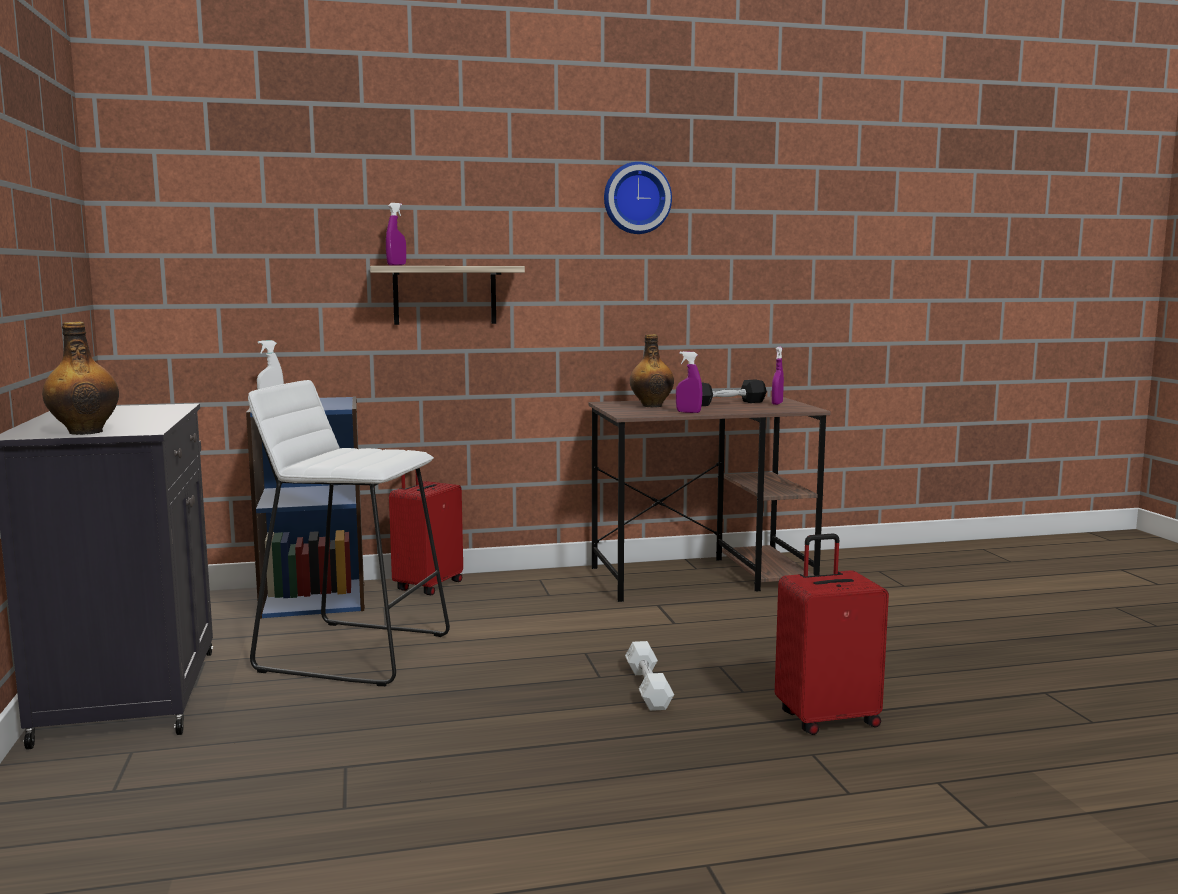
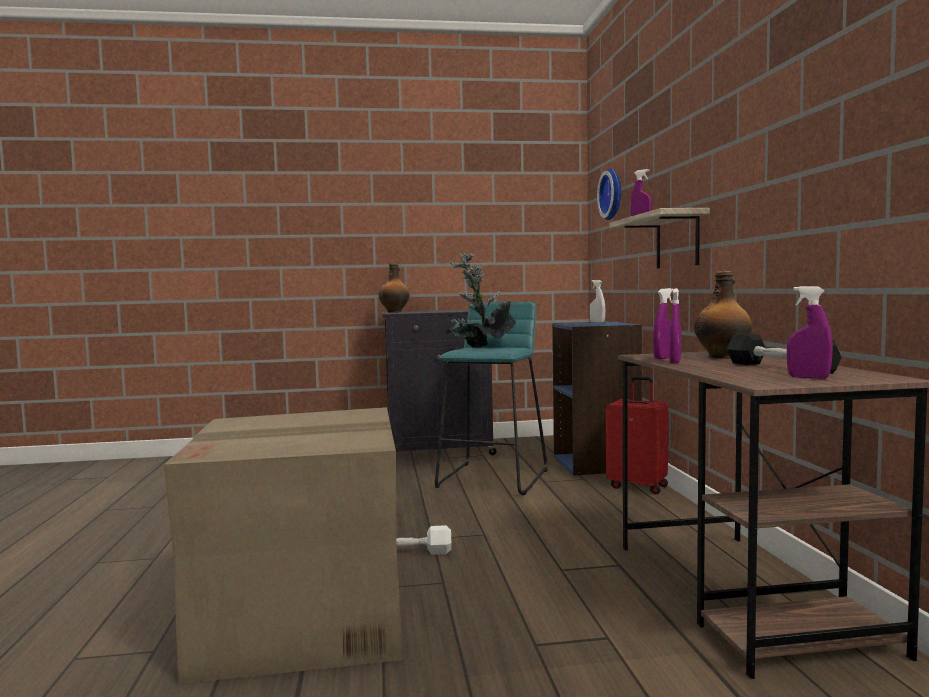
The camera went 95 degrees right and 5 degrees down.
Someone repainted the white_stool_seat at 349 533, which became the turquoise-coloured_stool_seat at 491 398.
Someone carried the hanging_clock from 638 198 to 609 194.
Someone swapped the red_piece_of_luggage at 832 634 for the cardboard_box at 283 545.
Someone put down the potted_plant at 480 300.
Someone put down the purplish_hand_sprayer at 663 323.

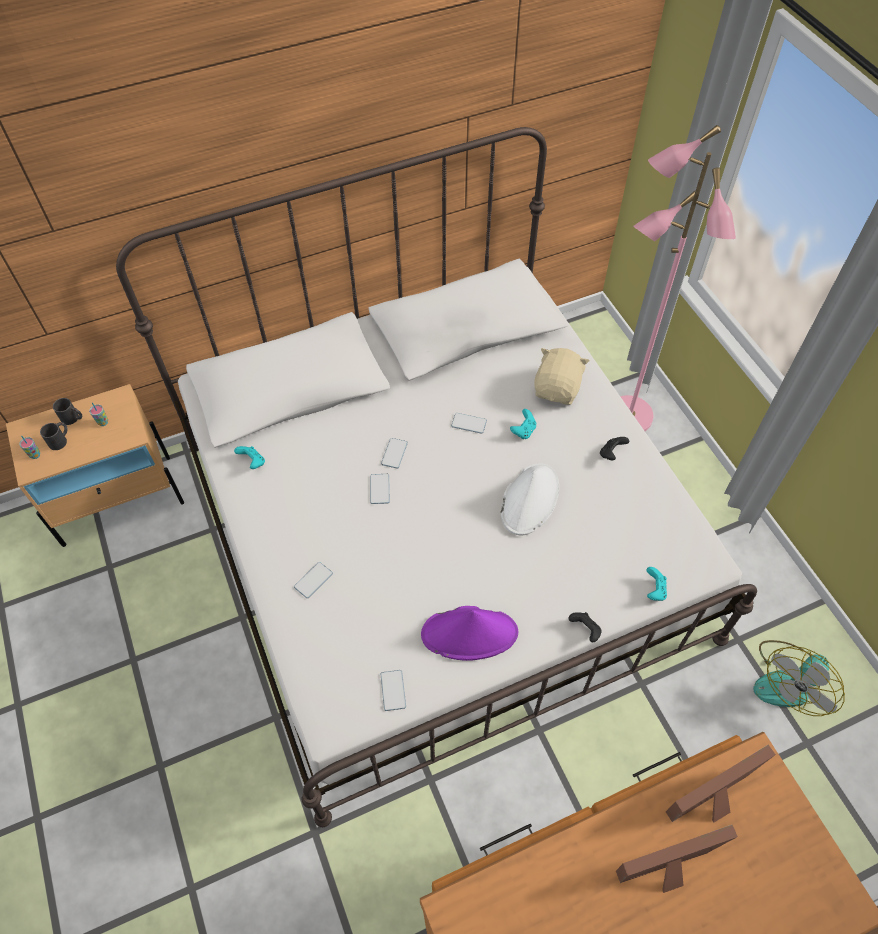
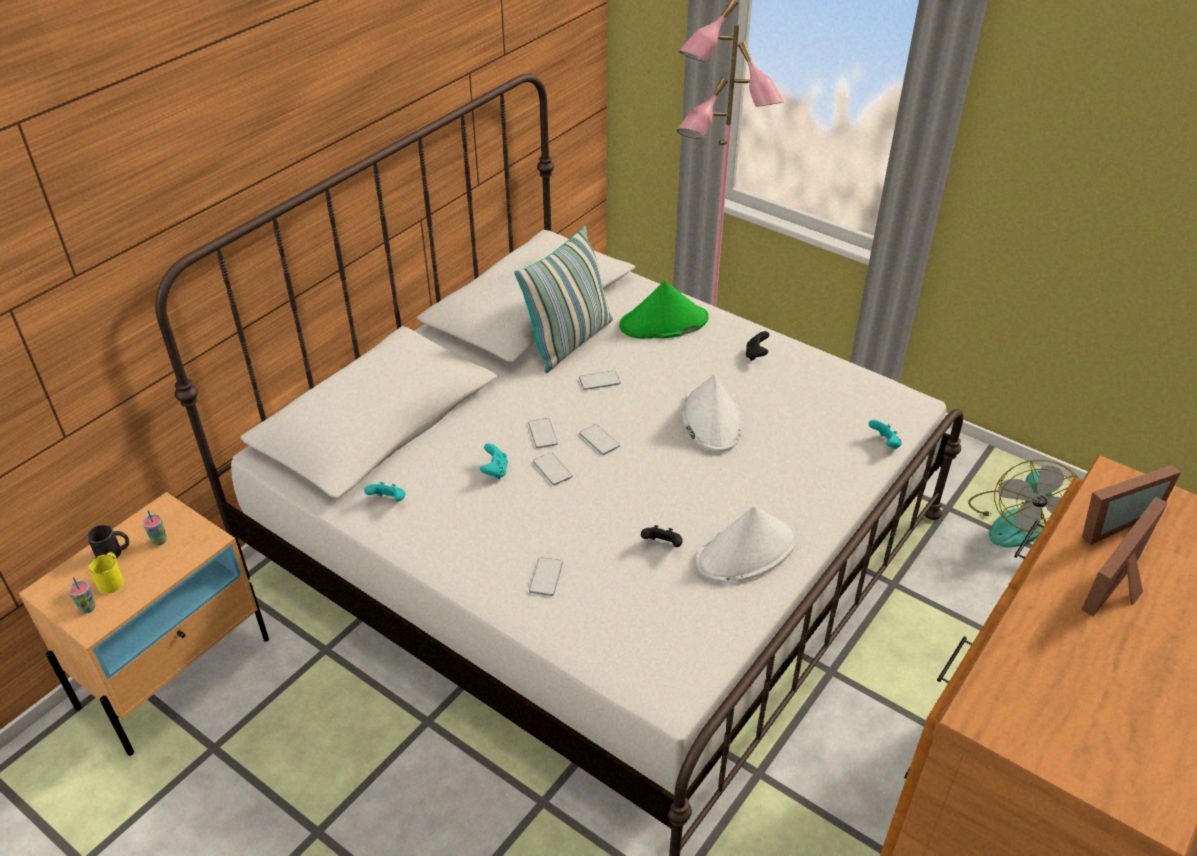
The camera went 30 degrees left and 15 degrees down.
Someone repainted the black_mug at 54 436, which became the yellow_mug at 106 573.
Someone carried the handset from 393 690 to 599 439.
Someone repainted the purplish_hat at 469 633, which became the white_hat at 746 543.
Someone carried the turquoise-coloured_game_controller from 523 424 to 494 461.
Someone swapped the beige-coloured_soft_toy at 561 376 for the green-coloured_hat at 664 310.
Someone carried the black_game_controller from 585 627 to 662 536.
Someone rotated the photo_frame at 721 784 by 150 degrees counterclockwise.
Someone put down the pillow at 563 299.

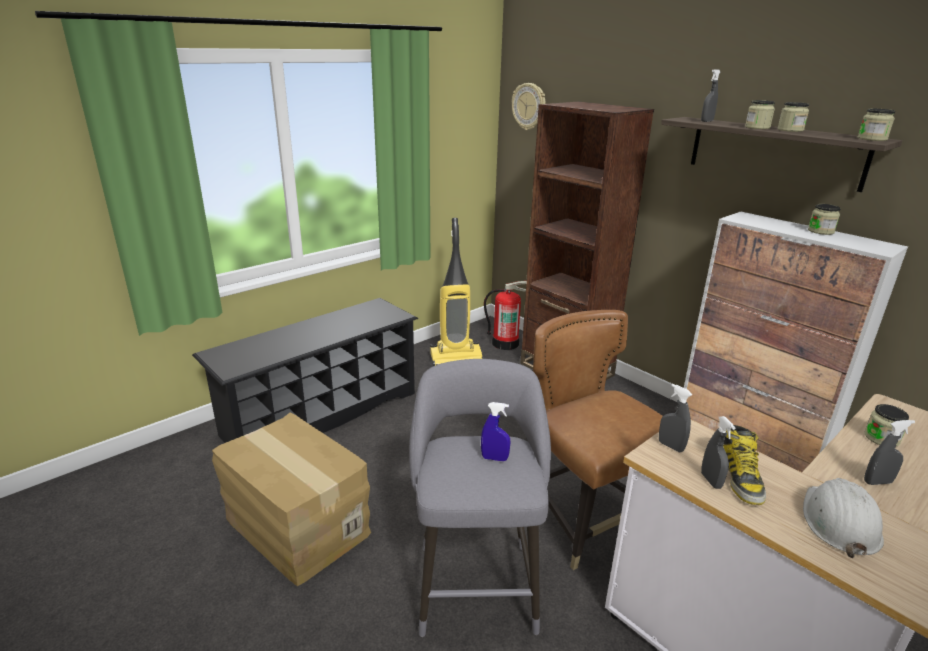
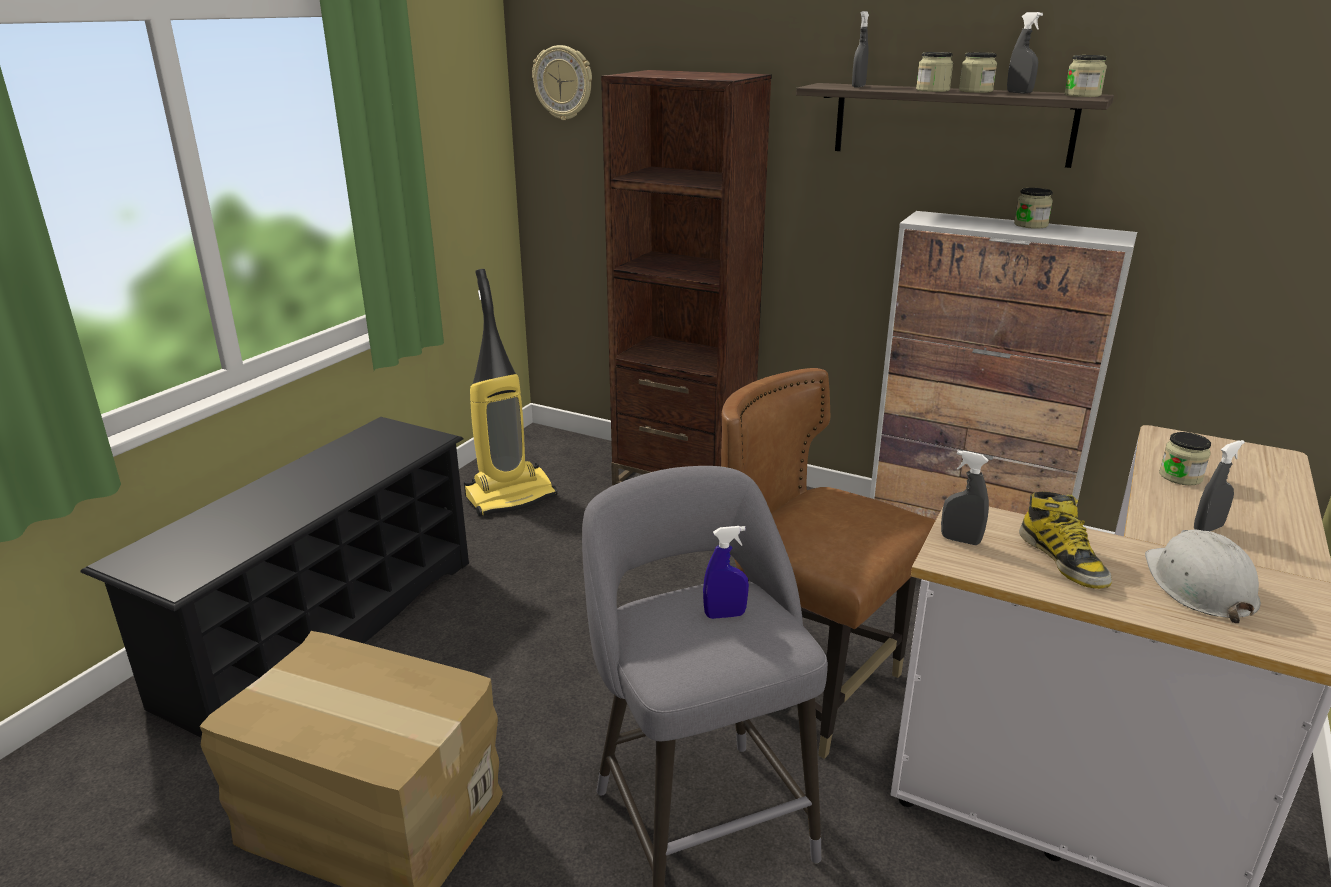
The camera went 20 degrees left and 0 degrees up.
Someone took away the extinguisher at 505 315.
Someone carried the gray_hand_sprayer from 718 452 to 1025 53.

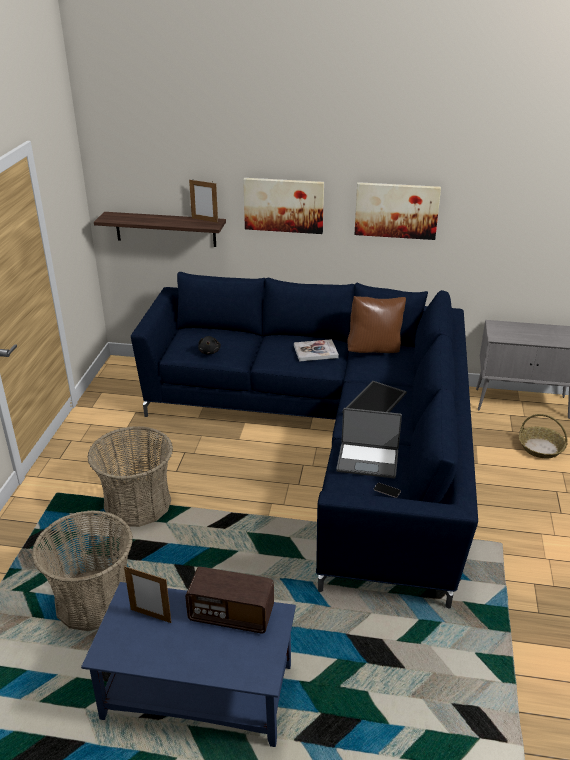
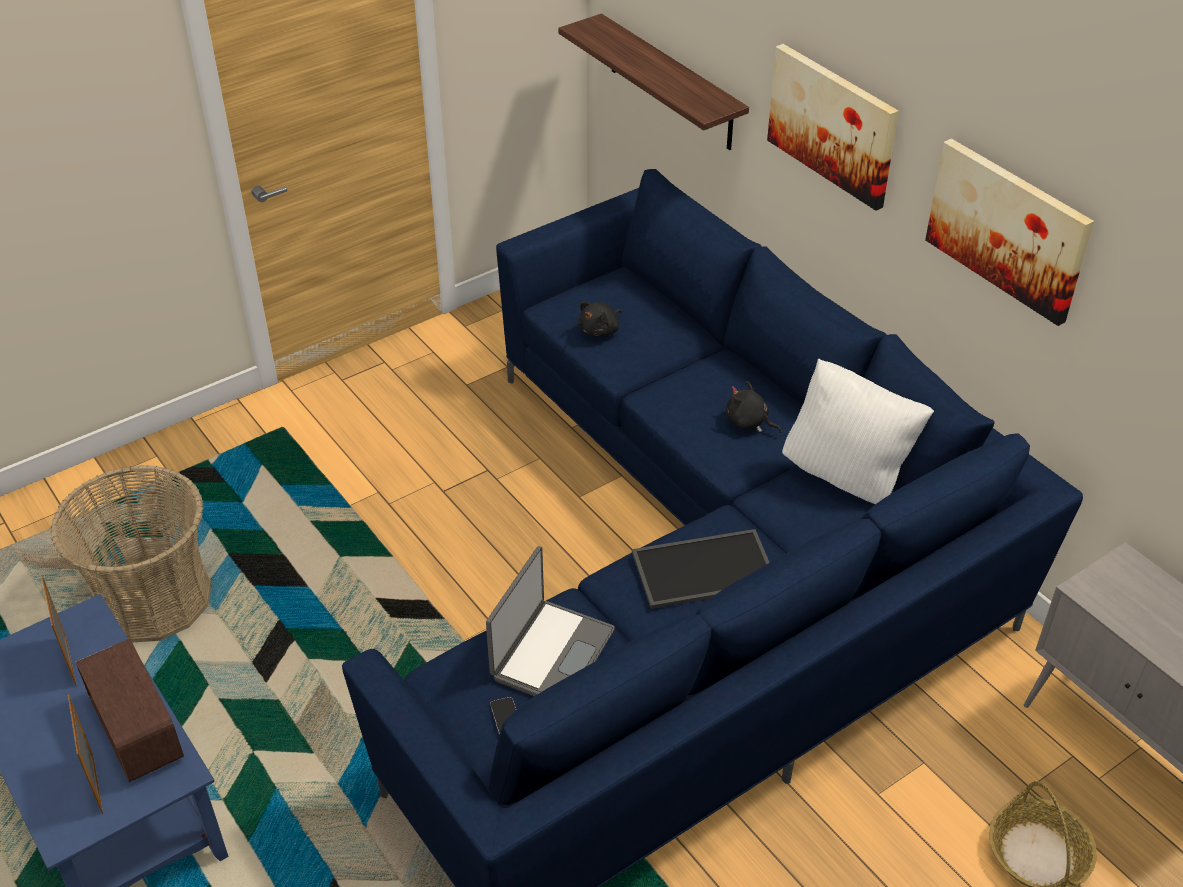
The camera went 45 degrees right and 10 degrees up.
Someone took away the storage_basket at 130 476.
Someone carried the photo_frame from 203 201 to 85 754.
Someone swapped the volume at 316 350 for the black_soft_toy at 754 407.
Someone rotated the portable_computer at 369 443 by 120 degrees counterclockwise.
Someone repainted the brown_pillow at 376 324, which became the white_pillow at 858 431.

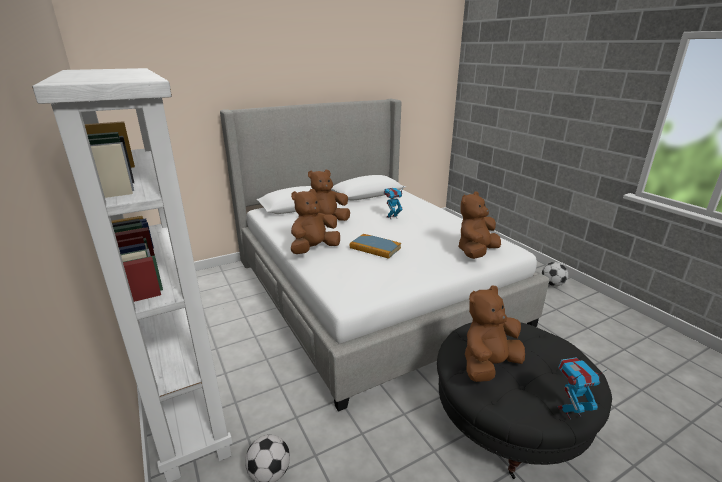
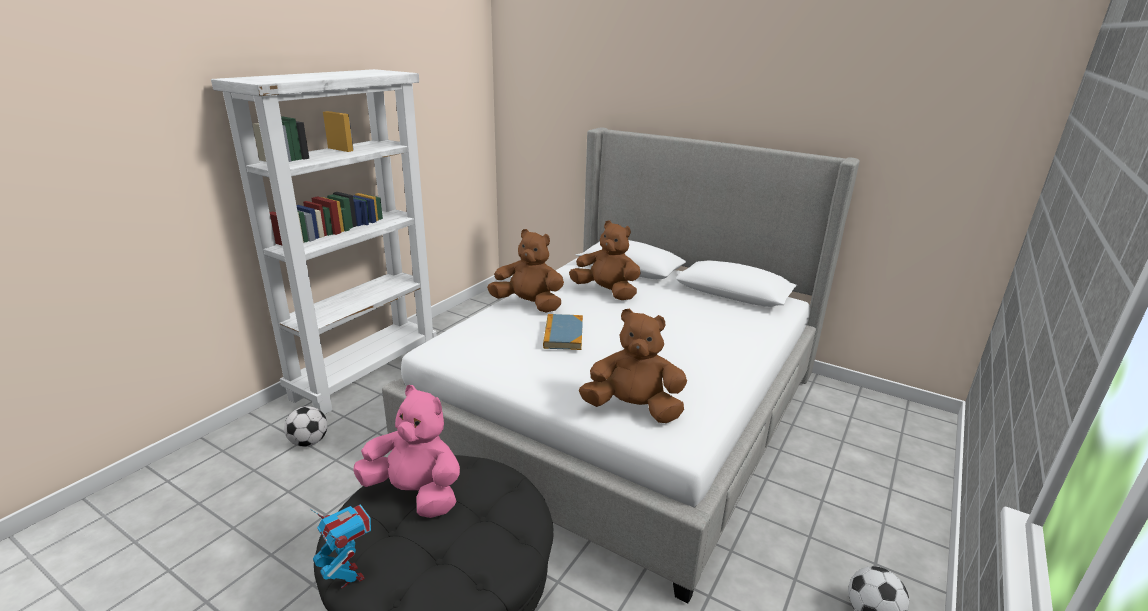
The camera went 60 degrees right and 0 degrees up.
Someone took away the model_robot at 393 204.
Someone repainted the brown_soft_toy at 495 334, which became the pink_soft_toy at 407 451.

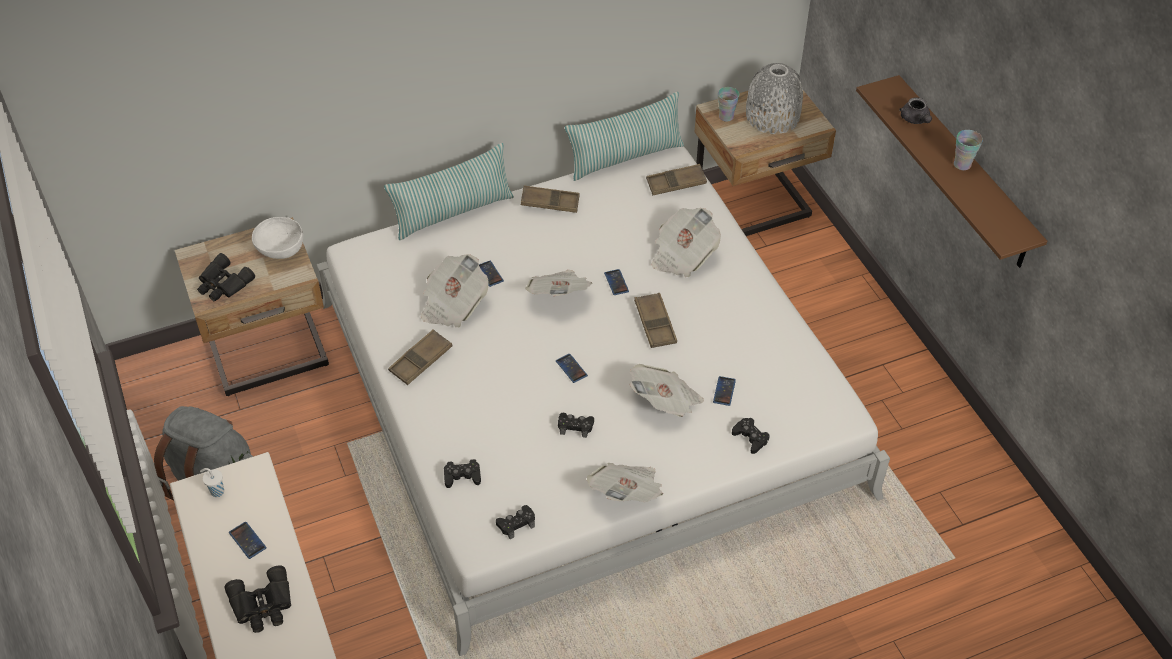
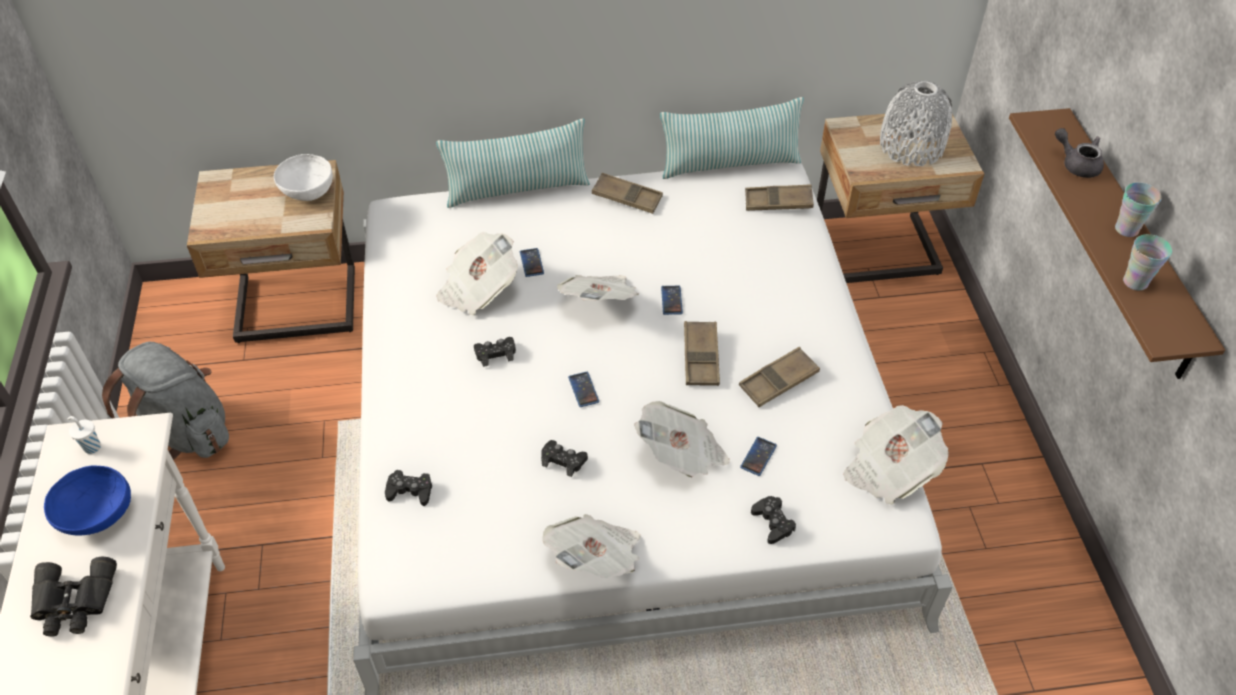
The camera went 15 degrees right and 0 degrees up.
Someone took away the black_pair_of_binoculars at 226 277.
Someone swapped the handset at 247 540 for the blue_serving_bowl at 87 501.
Someone carried the brown_tray from 420 357 to 779 377.
Someone carried the black_game_controller from 515 522 to 495 352.
Someone carried the newspaper from 686 242 to 896 455.
Someone carried the small_cup from 728 104 to 1147 262.
Someone rotated the gray_tea_pot at 915 111 by 135 degrees clockwise.

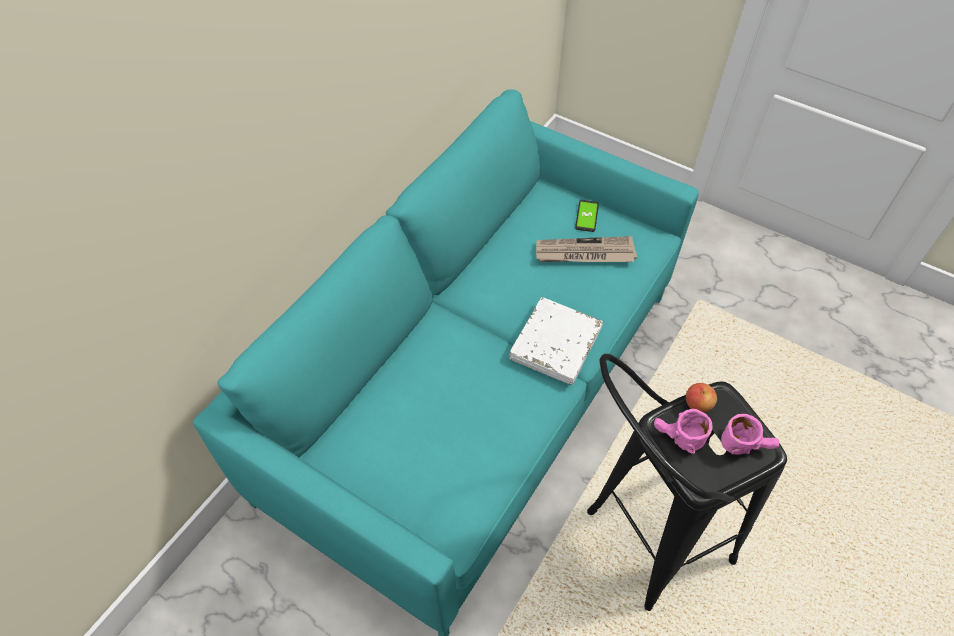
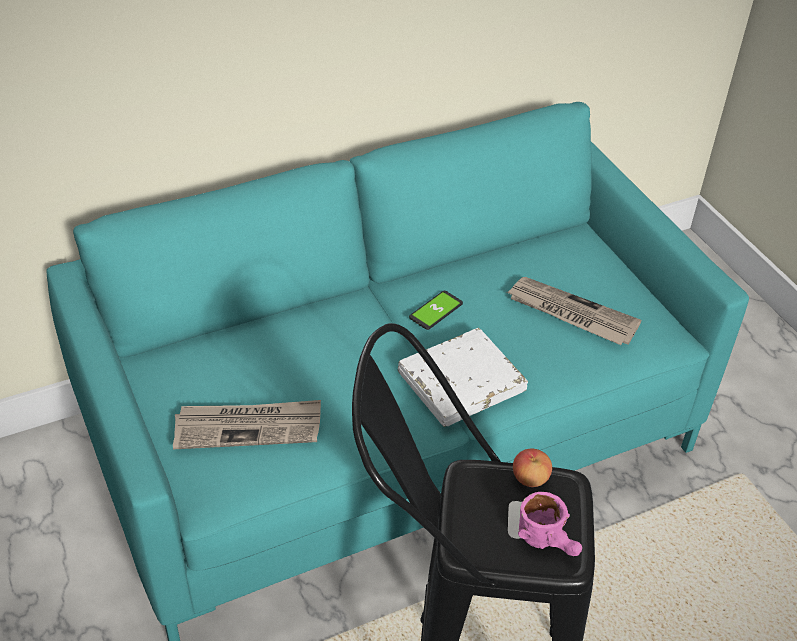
The camera went 30 degrees right and 10 degrees down.
Someone carried the handset from 587 216 to 436 310.
Someone took away the pink_mug at 683 431.
Someone put down the newspaper at 247 424.

